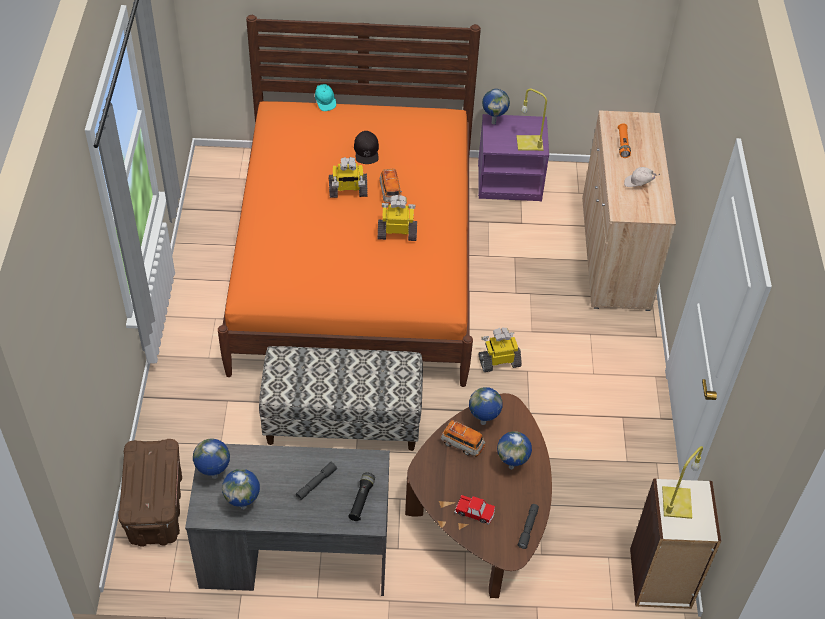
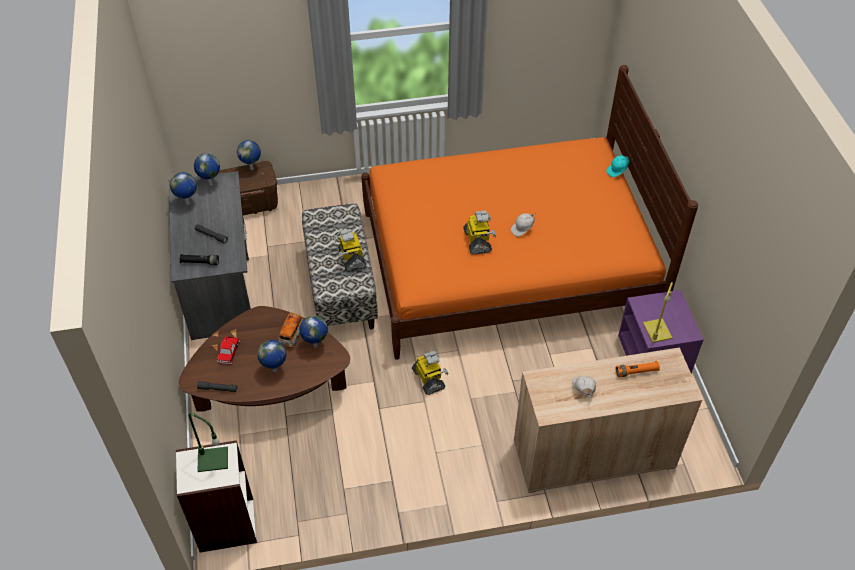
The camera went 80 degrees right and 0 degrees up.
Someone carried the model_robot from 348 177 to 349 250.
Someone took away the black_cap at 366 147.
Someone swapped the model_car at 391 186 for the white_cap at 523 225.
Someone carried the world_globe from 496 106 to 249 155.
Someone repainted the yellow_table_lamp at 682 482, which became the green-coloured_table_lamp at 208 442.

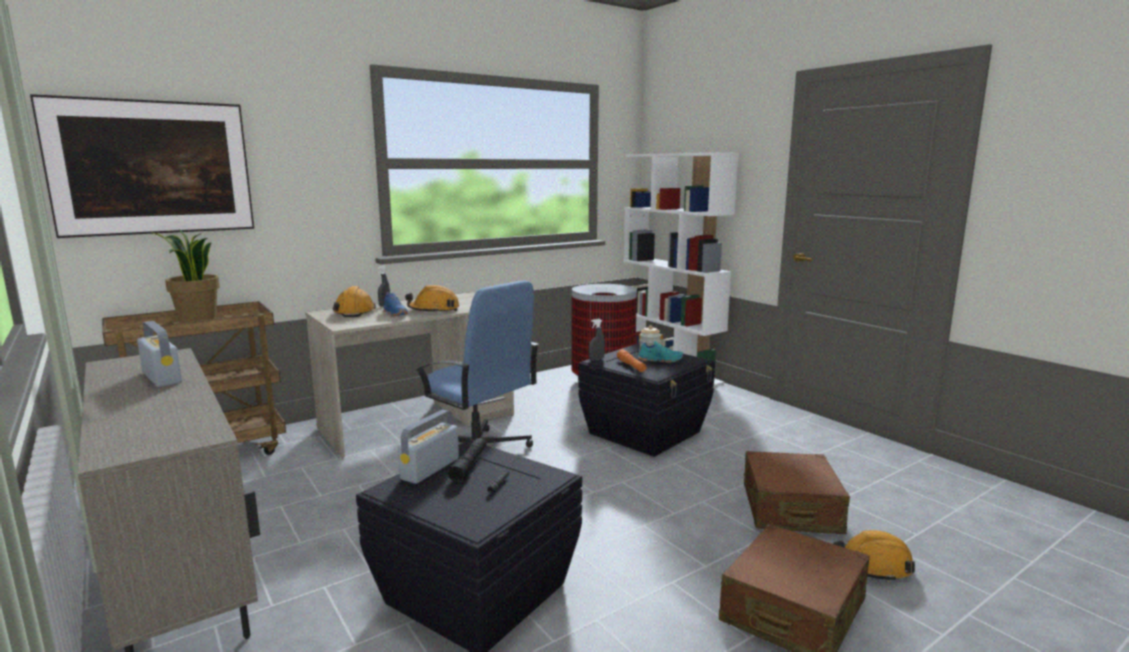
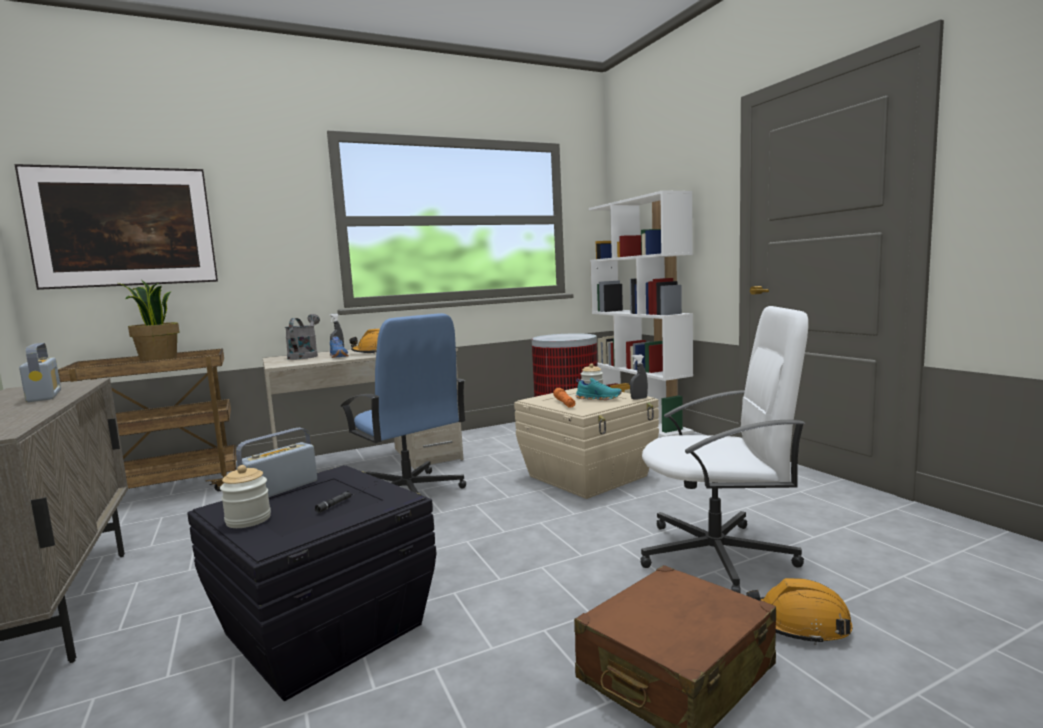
The camera went 10 degrees right and 5 degrees down.
Someone swapped the orange_work_helmet at 354 301 for the gray_watering_can at 302 337.
Someone took away the black_torch at 467 460.
Someone repainted the black_storage_container at 646 400, which became the beige-coloured_storage_container at 586 443.
Someone carried the gray_hand_sprayer from 597 340 to 639 377.
Someone swapped the brown_piece_of_luggage at 796 492 for the white_office_chair at 725 449.
Someone put down the jar at 245 496.

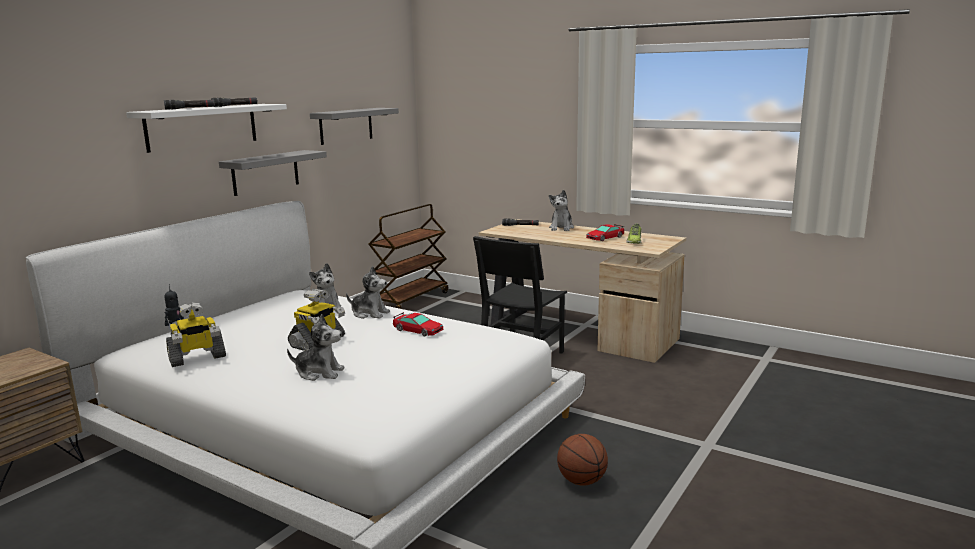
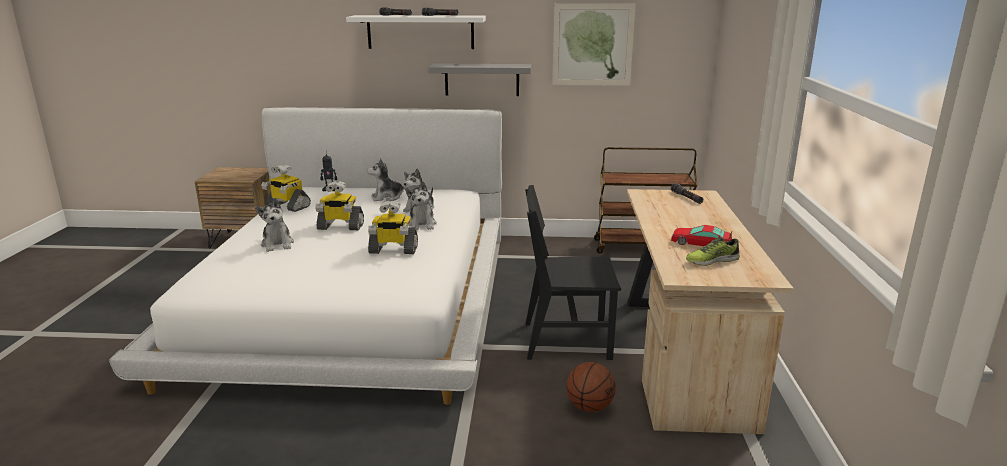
The camera went 60 degrees right and 5 degrees up.
Someone swapped the gray_wall_shelf at 354 126 for the picture at 594 44.
Someone swapped the model_car at 418 324 for the model_robot at 393 227.
Someone carried the soft_toy from 561 210 to 386 180.
Someone carried the ball_for_basketball from 582 460 to 591 387.

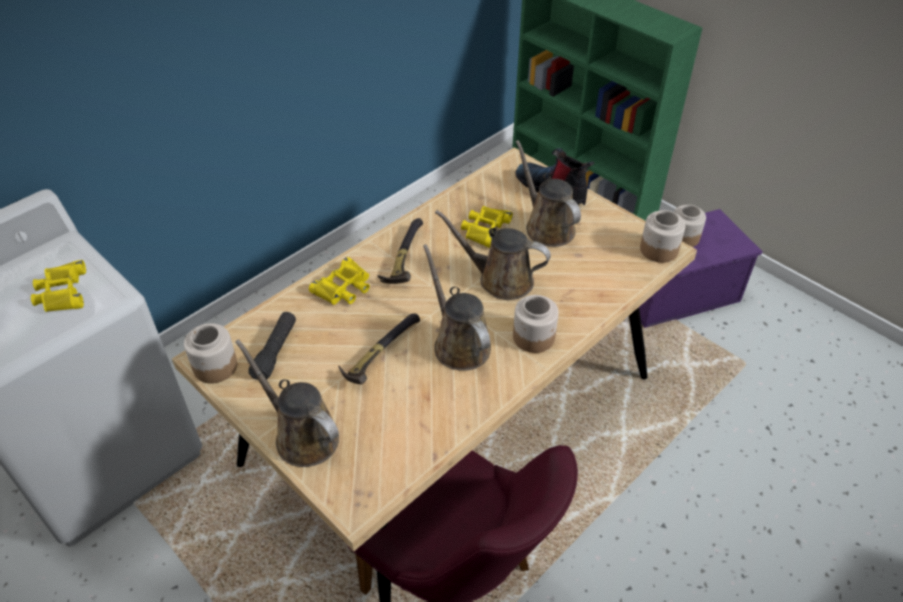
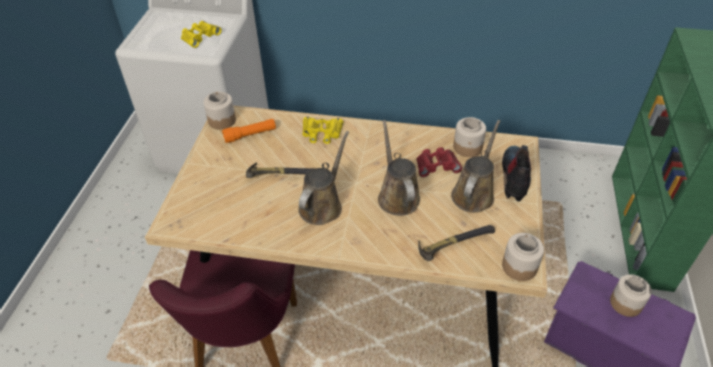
The camera went 55 degrees right and 0 degrees up.
Someone took away the brown_watering_can at 287 403.
Someone repainted the black_torch at 272 346, which became the orange_torch at 249 131.
Someone carried the tool_hammer from 400 251 to 456 243.
Someone repainted the yellow_pair_of_binoculars at 487 227, which became the red_pair_of_binoculars at 439 162.
Someone carried the jar from 536 324 to 469 137.

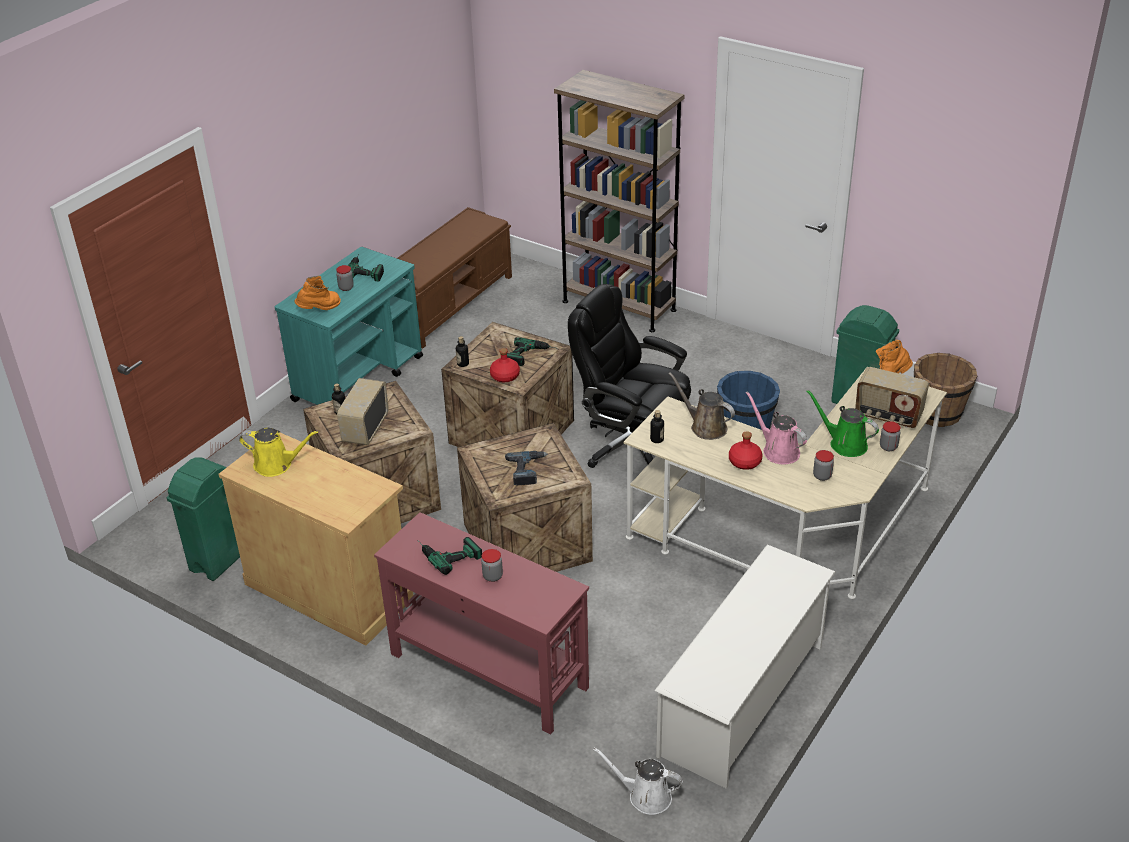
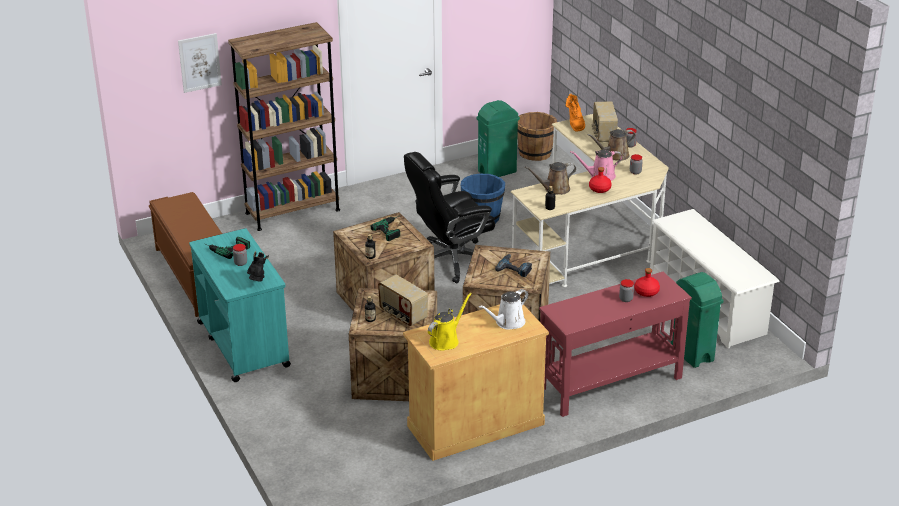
The camera went 60 degrees left and 5 degrees down.
Someone carried the green-coloured_trash_can from 203 519 to 697 320.
Someone repainted the orange_tall_boot at 318 293, which became the black_tall_boot at 258 266.
Someone took away the drill at 450 556.
Someone carried the red_beverage_bottle from 505 365 to 647 282.
Someone carried the white_watering_can from 638 781 to 504 309.
Someone repainted the green-coloured_watering_can at 842 423, which became the brown_watering_can at 611 145.
Someone rotated the radio_receiver at 892 397 by 120 degrees clockwise.
Someone put up the picture at 200 63.

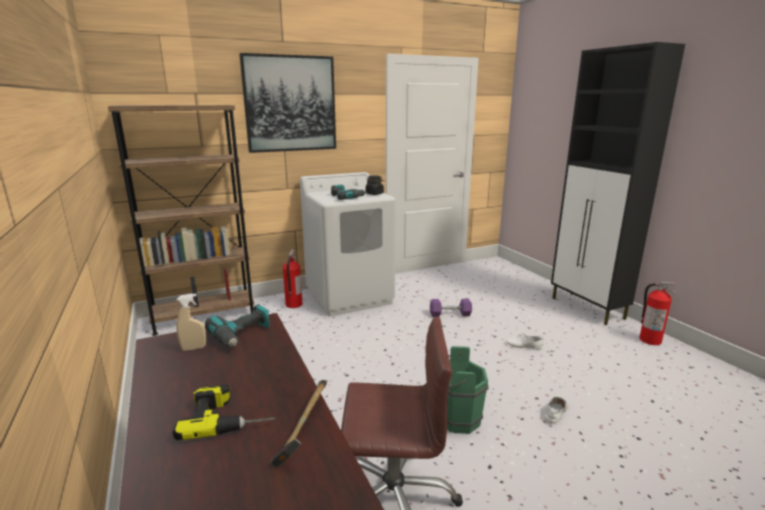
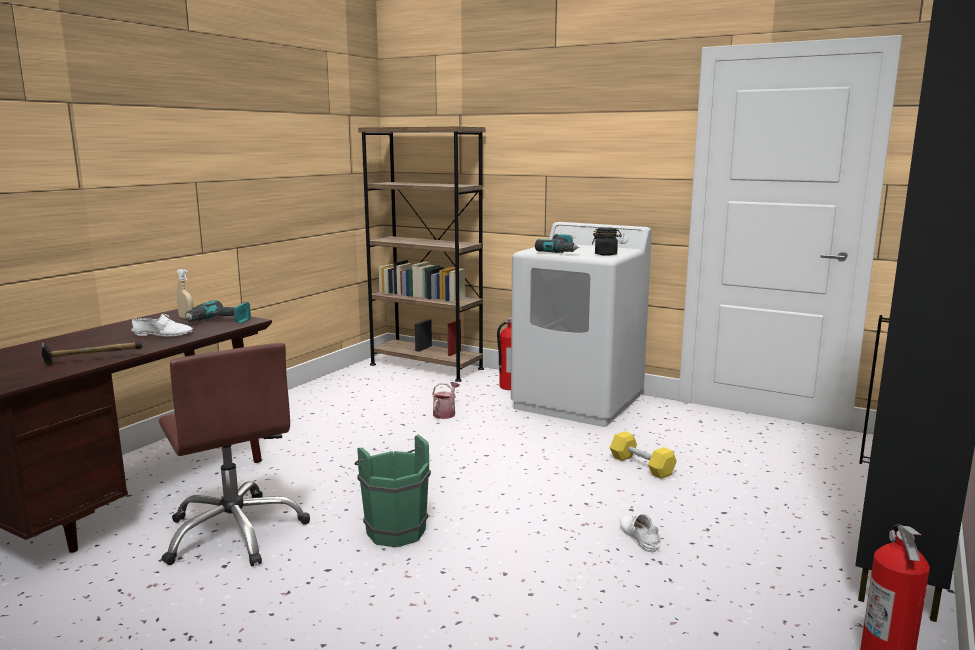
The camera went 55 degrees right and 5 degrees down.
Someone took away the drill at 224 412.
Someone took away the picture at 287 103.
Someone repainted the purplish_free_weight at 451 308, which became the yellow_free_weight at 643 455.
Someone carried the white_shoe from 557 410 to 162 325.
Someone put down the watering_can at 445 400.

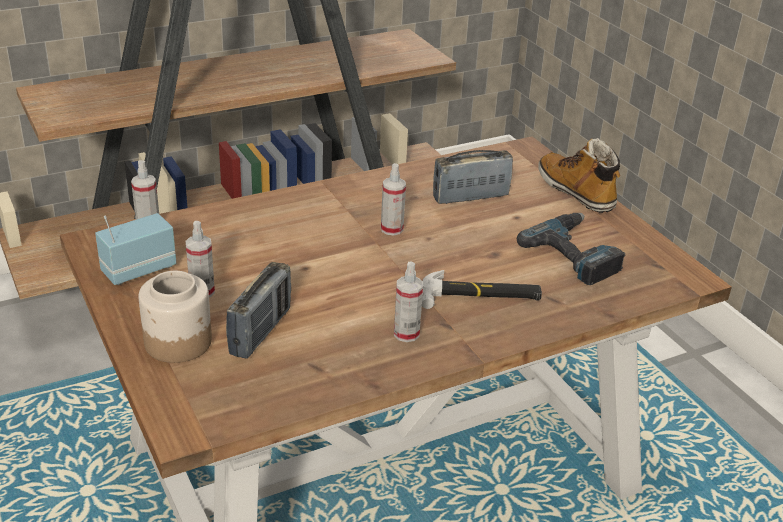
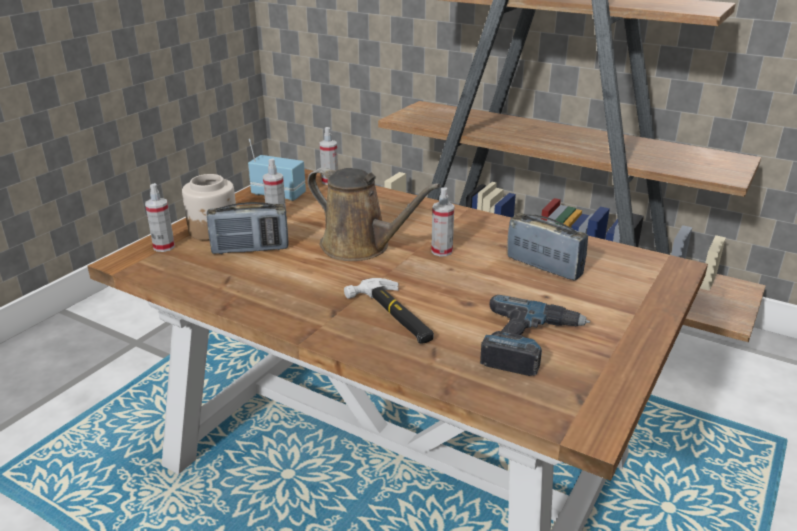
The camera went 60 degrees right and 5 degrees down.
Someone carried the hand_sprayer from 408 301 to 160 217.
Someone took away the tall_boot at 579 175.
Someone put down the brown_watering_can at 374 214.

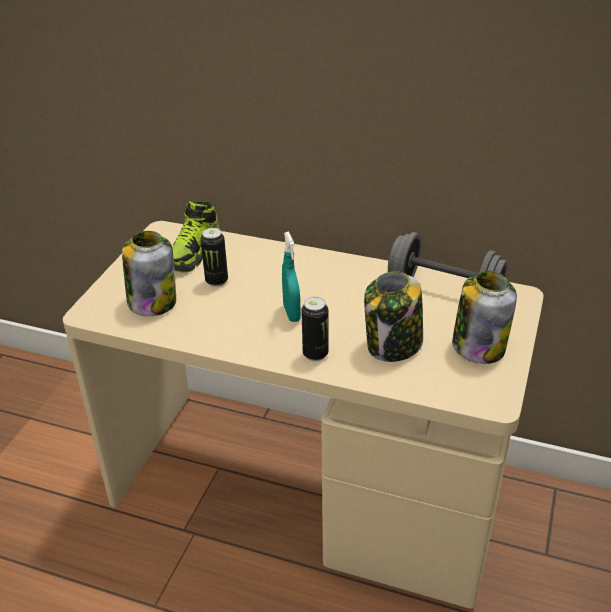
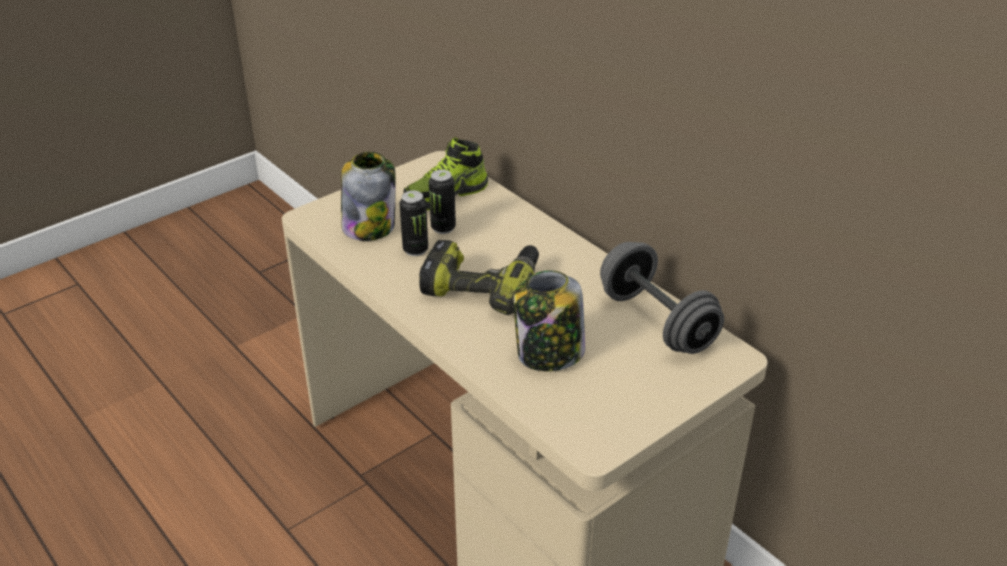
The camera went 30 degrees right and 0 degrees up.
Someone swapped the turquoise-coloured_hand_sprayer at 291 277 for the drill at 479 277.
Someone carried the sealed_can from 314 329 to 414 223.
Someone took away the jar at 484 317.

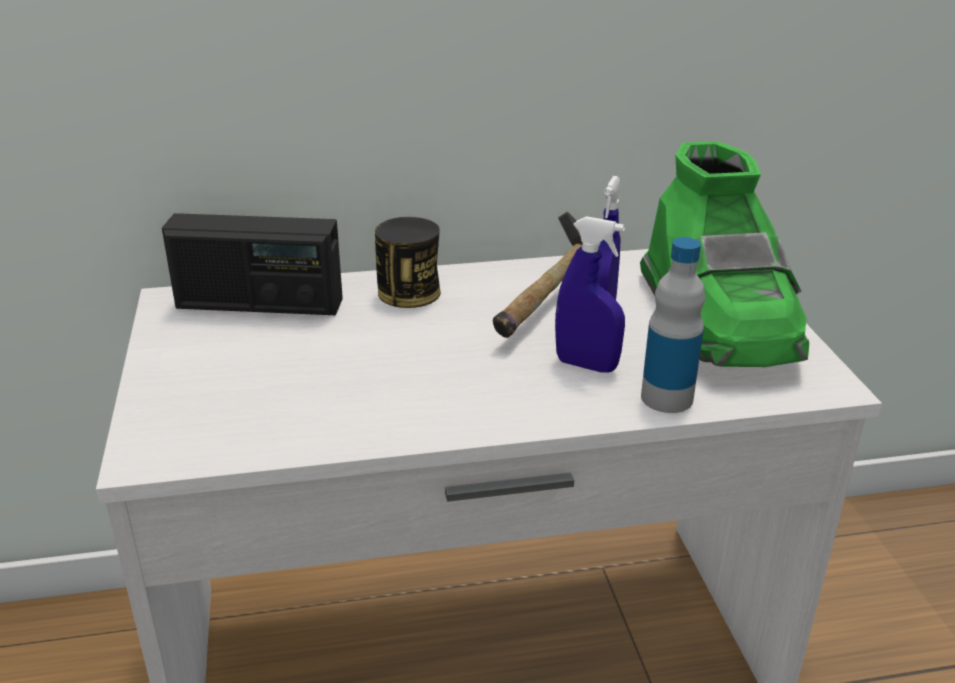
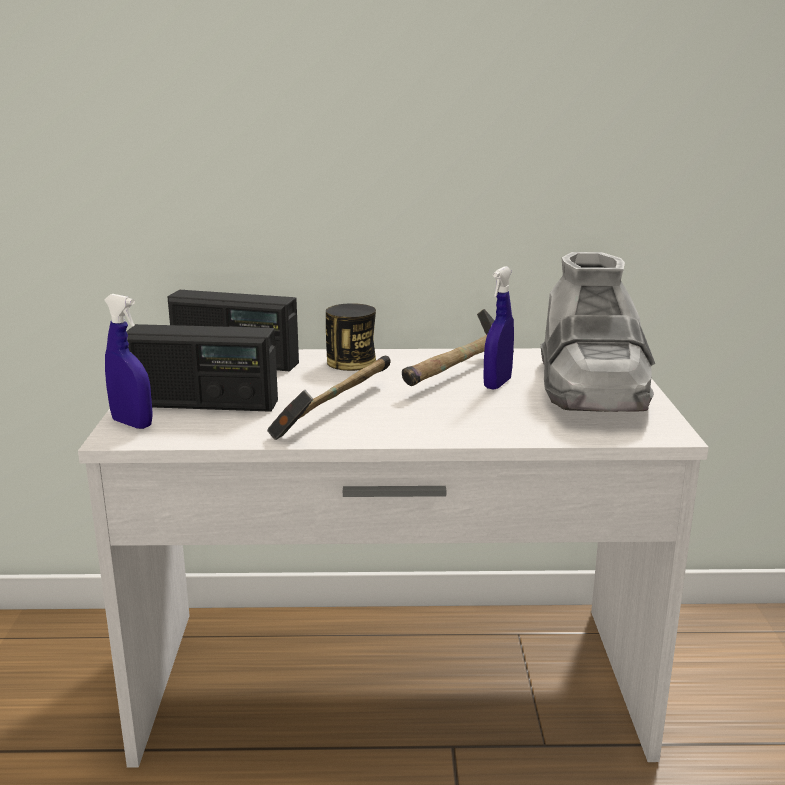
The camera went 10 degrees right and 10 degrees down.
Someone carried the blue_hand_sprayer from 590 294 to 128 361.
Someone repainted the green-coloured_tall_boot at 724 254, which became the gray_tall_boot at 598 332.
Someone took away the beverage_bottle at 673 325.
Someone put down the radio_receiver at 202 368.
Someone put down the tool_hammer at 329 397.

